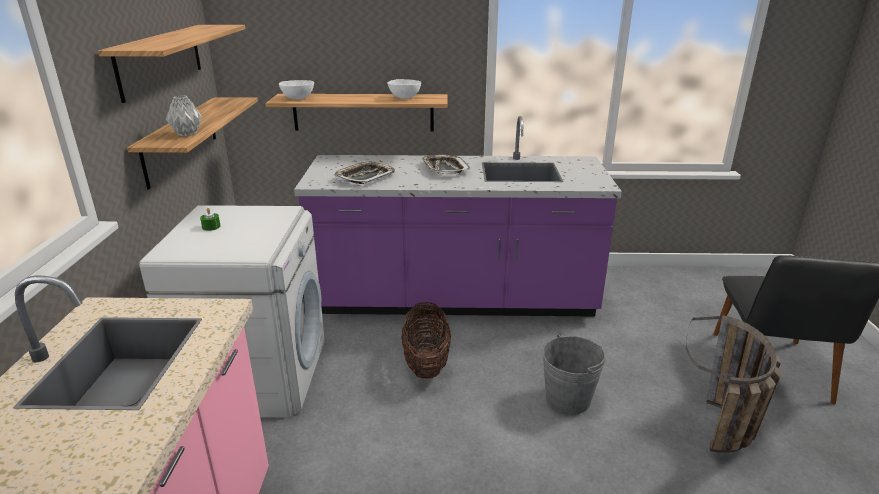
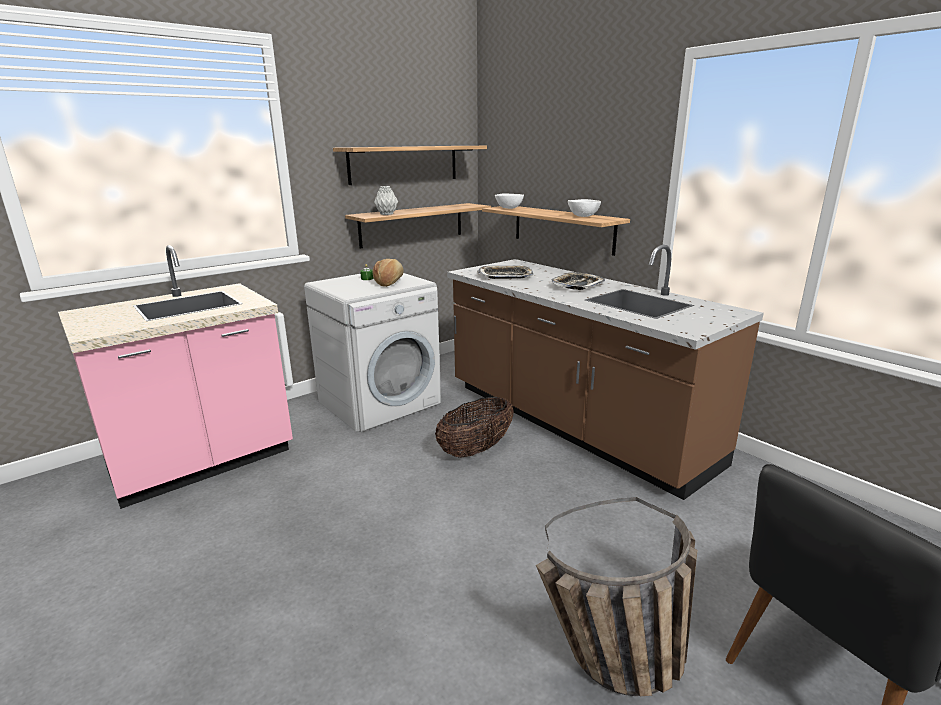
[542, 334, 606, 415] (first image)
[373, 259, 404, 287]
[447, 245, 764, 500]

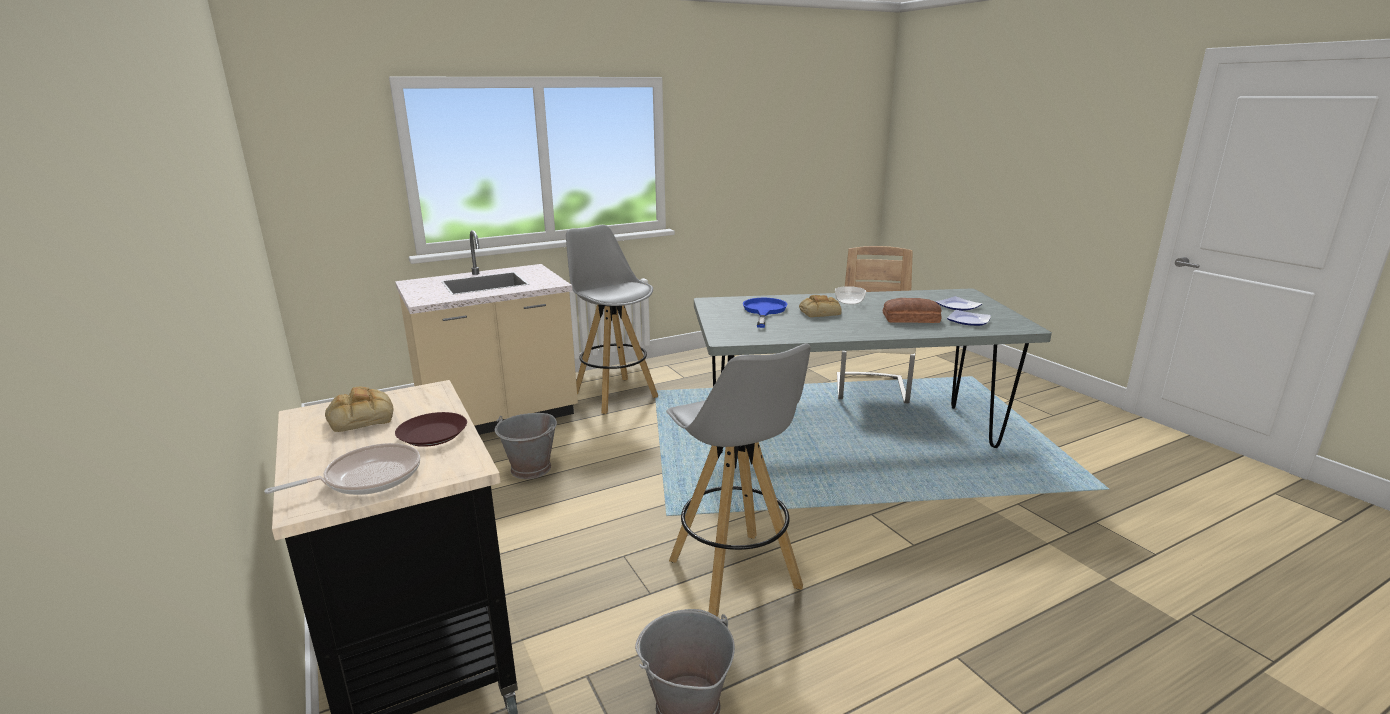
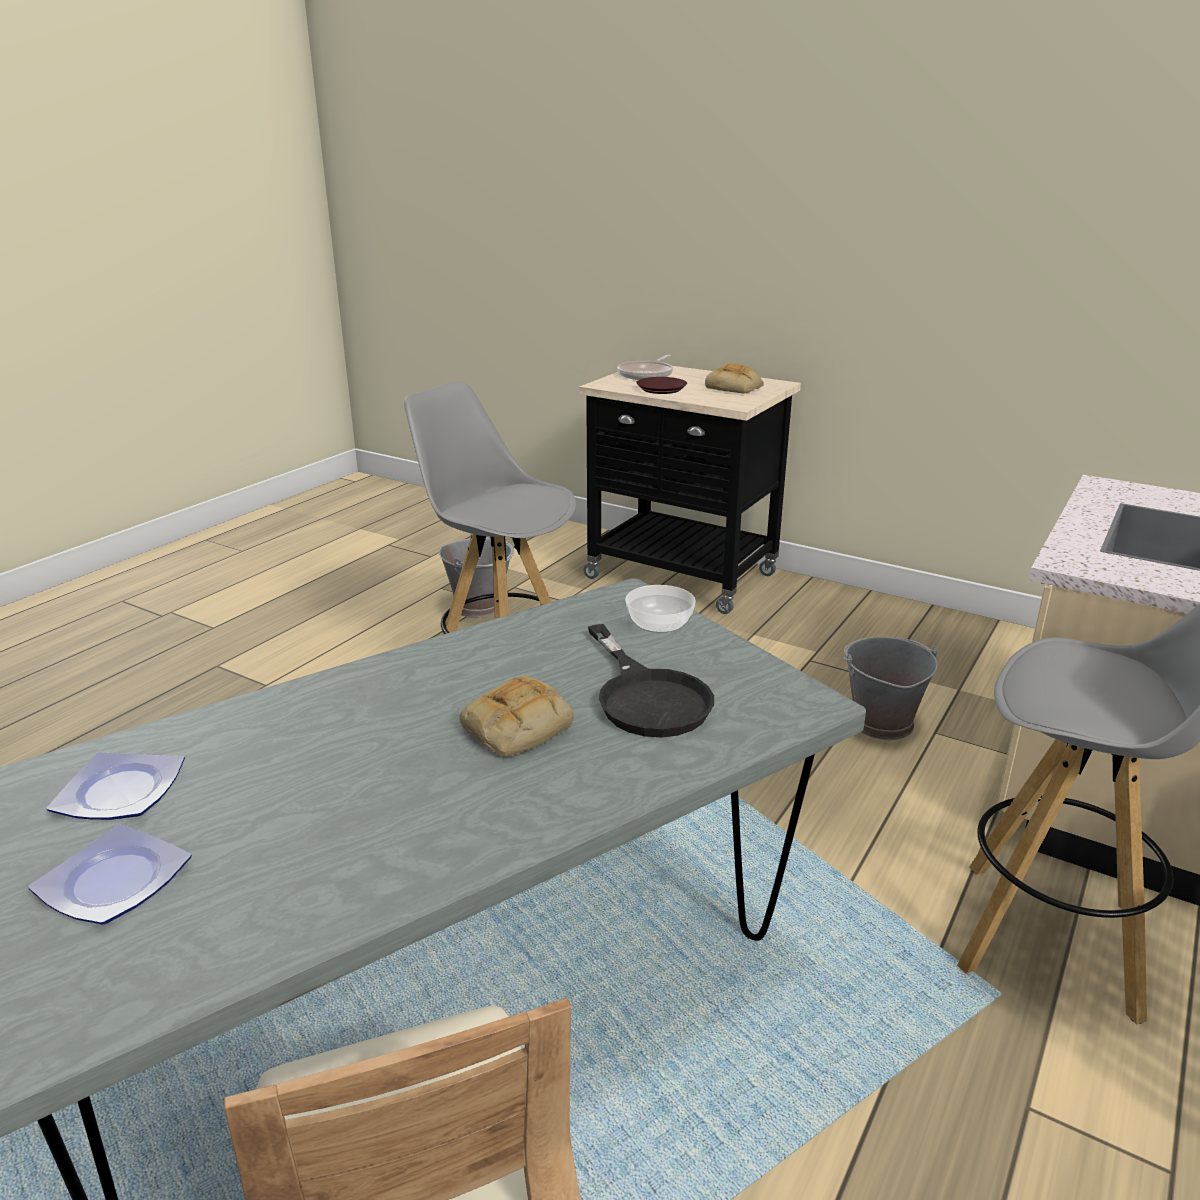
[883, 298, 942, 323] (first image)
[625, 585, 696, 633]
[588, 624, 714, 737]

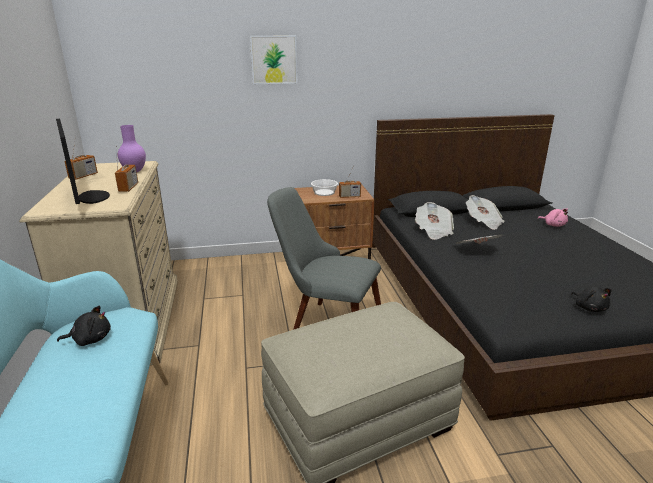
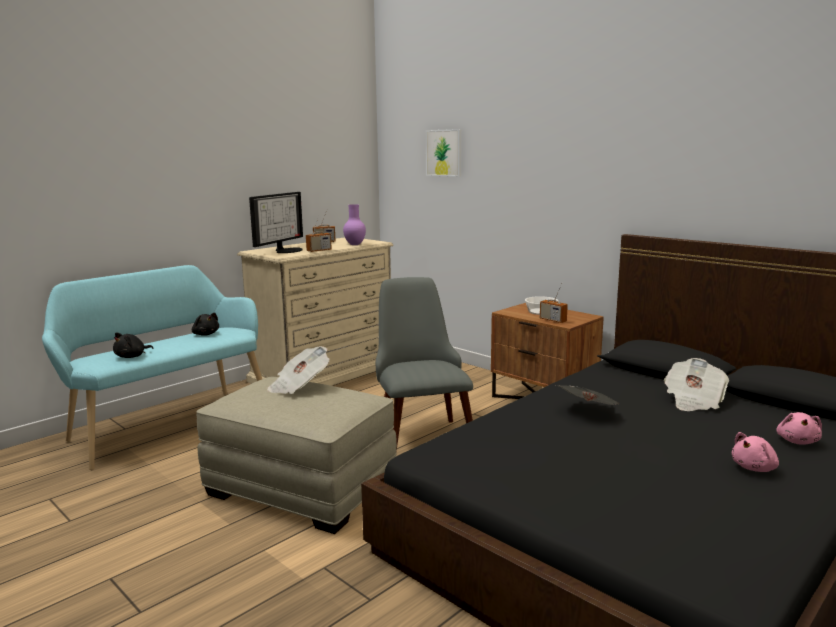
[731, 432, 779, 472]
[426, 129, 461, 177]
[267, 346, 329, 394]
[113, 332, 153, 358]

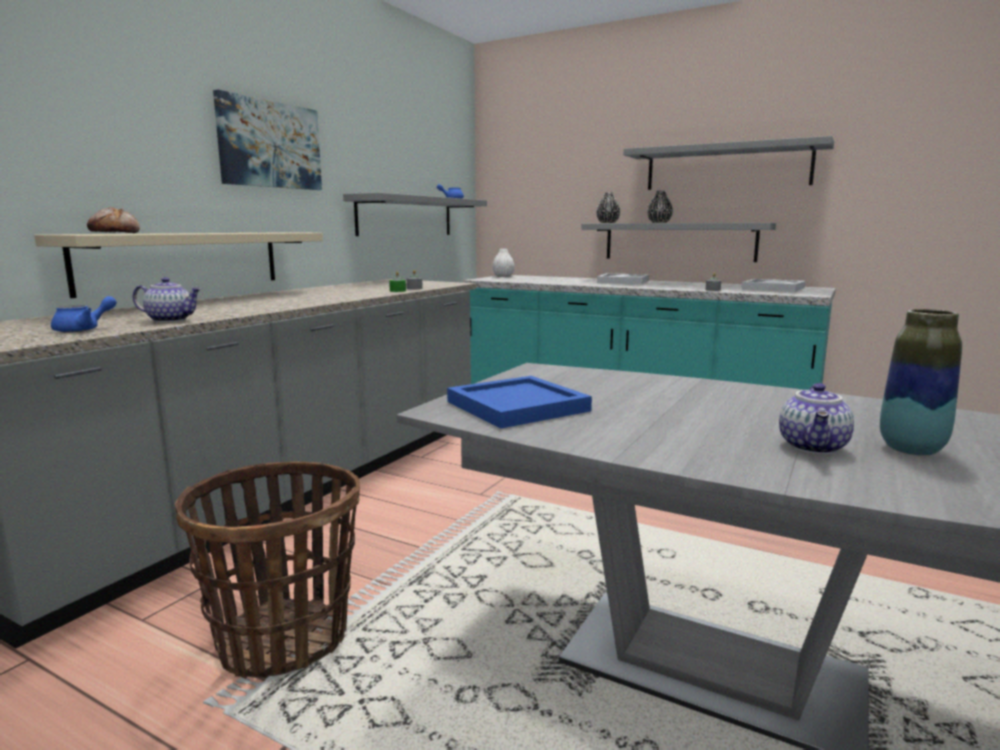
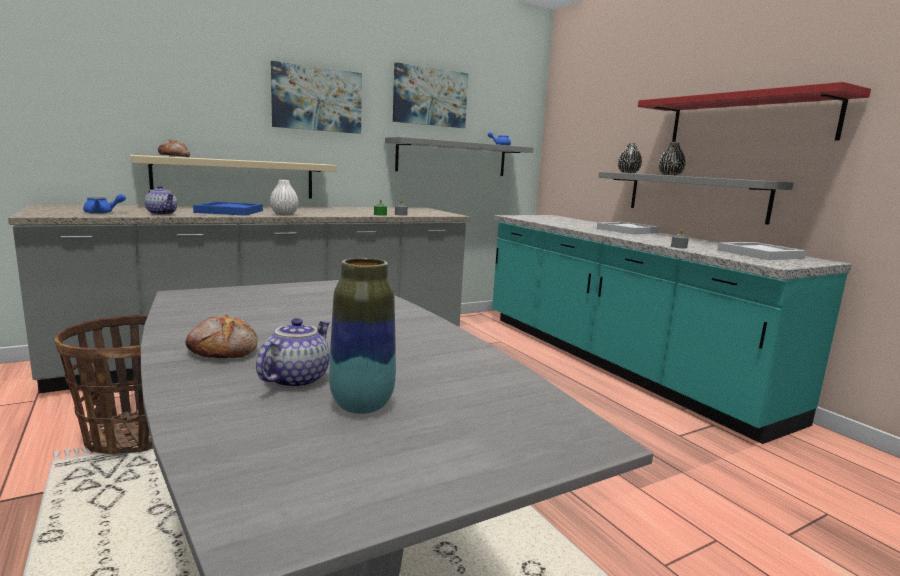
[186, 315, 258, 358]
[393, 62, 468, 128]
[193, 202, 263, 216]
[270, 180, 298, 215]
[638, 82, 871, 142]
[256, 318, 330, 388]

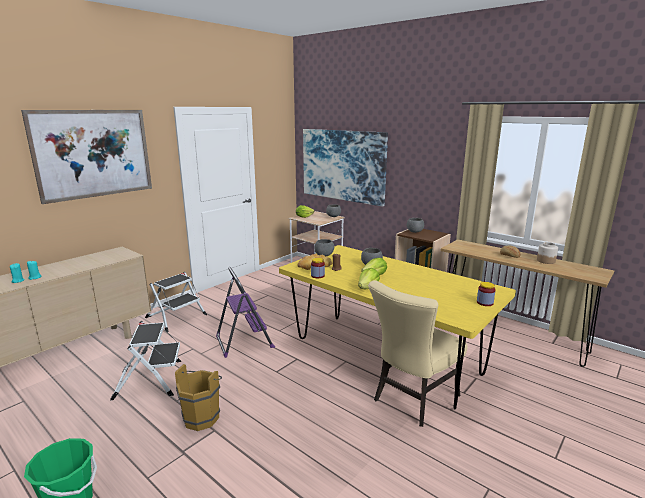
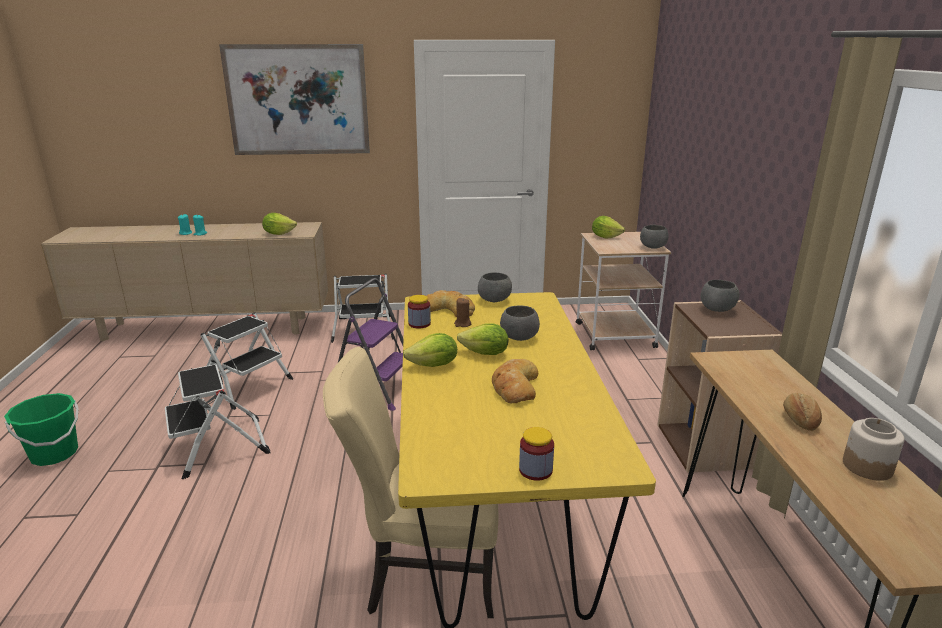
[303, 129, 388, 207] (first image)
[262, 213, 297, 235]
[492, 359, 538, 403]
[165, 360, 271, 479]

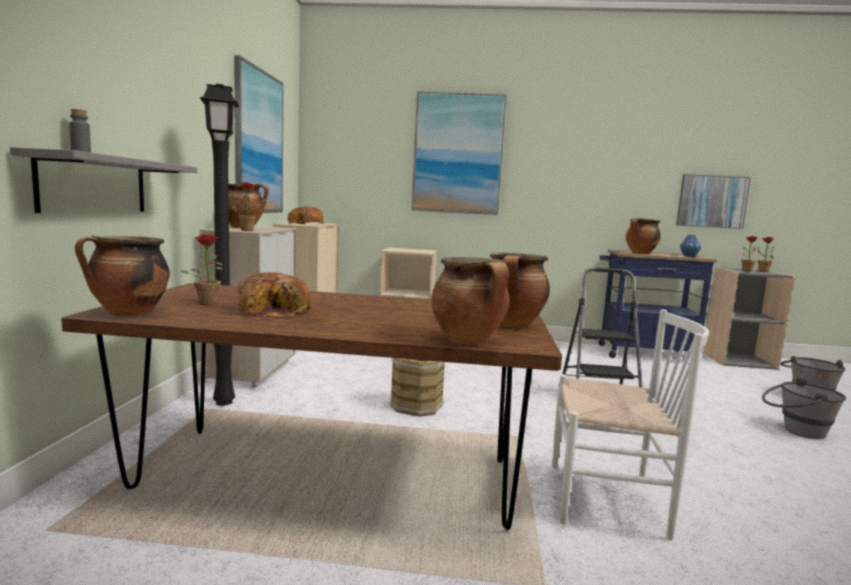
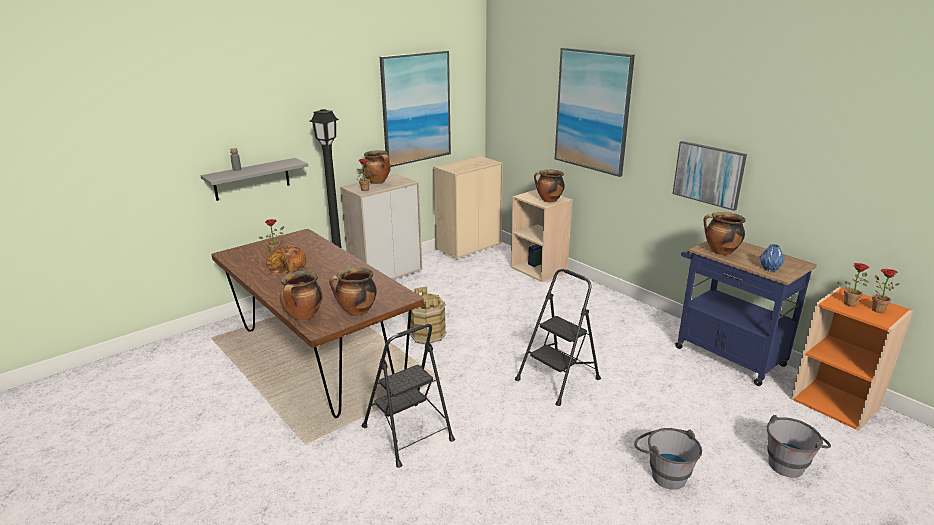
[288, 206, 324, 224] (first image)
[534, 170, 565, 202]
[673, 141, 747, 211]
[362, 324, 455, 468]
[791, 286, 913, 431]

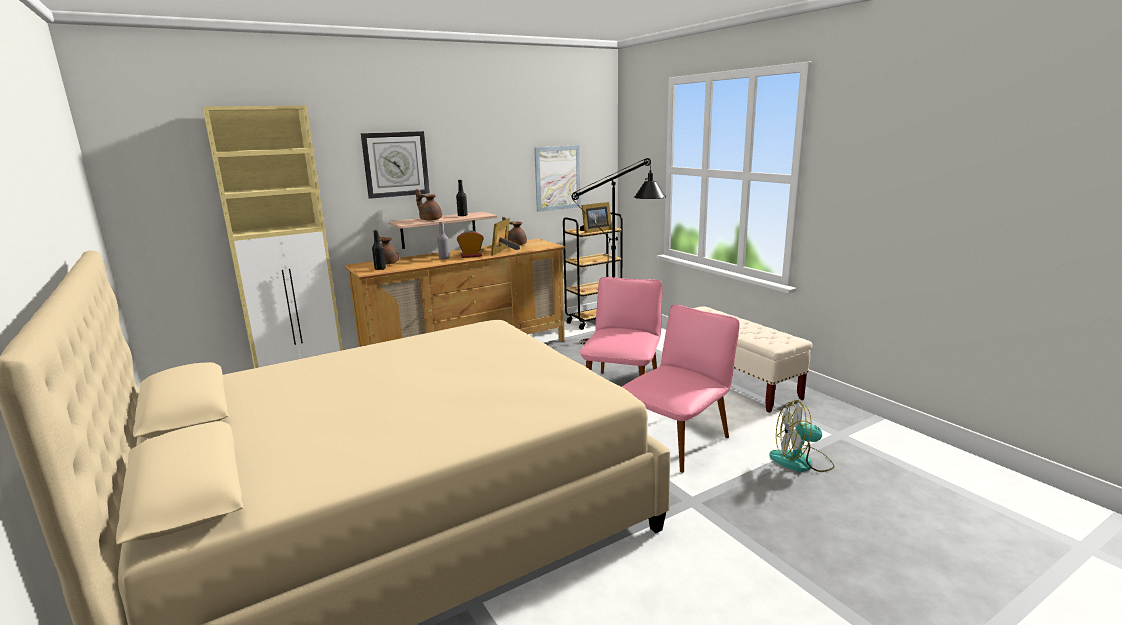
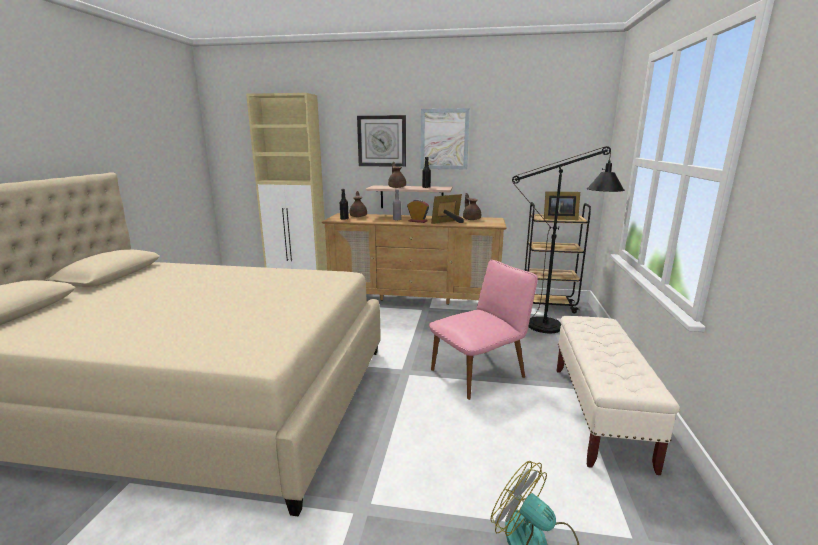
[622, 305, 740, 473] (first image)
[420, 108, 470, 169]

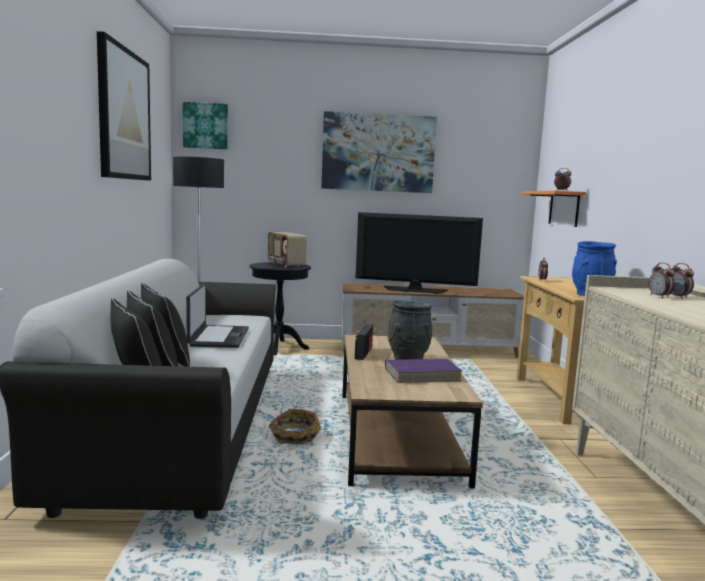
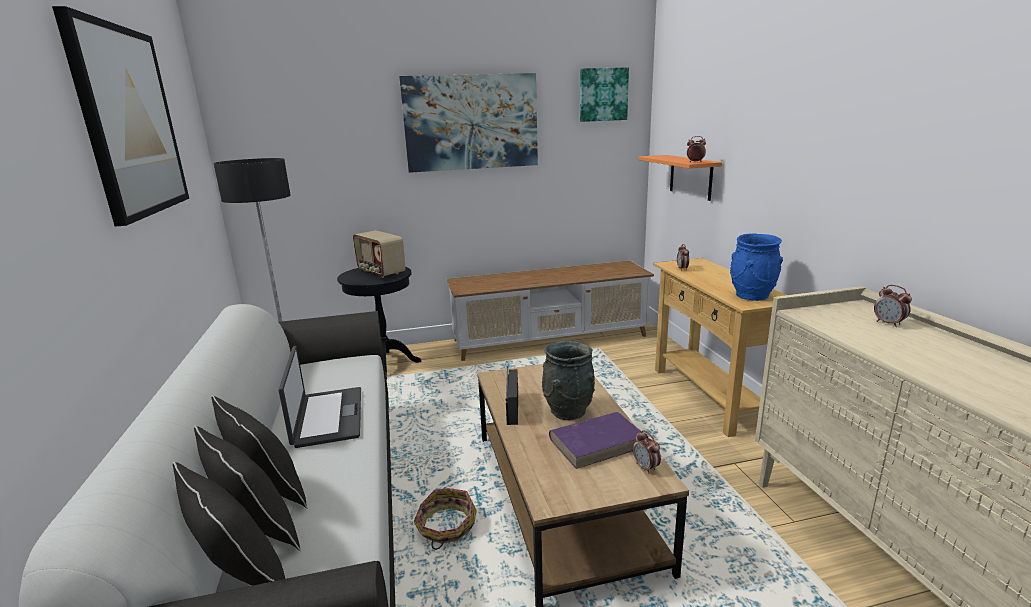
[355, 212, 483, 294] (first image)
[580, 67, 629, 122]
[633, 430, 661, 474]

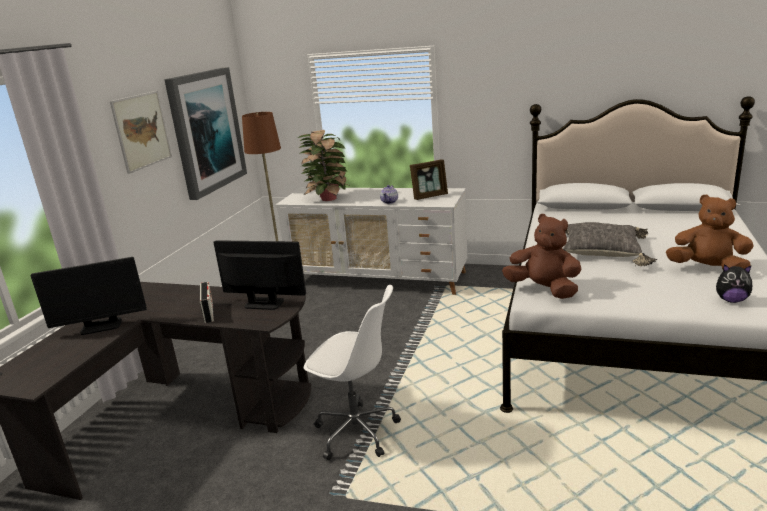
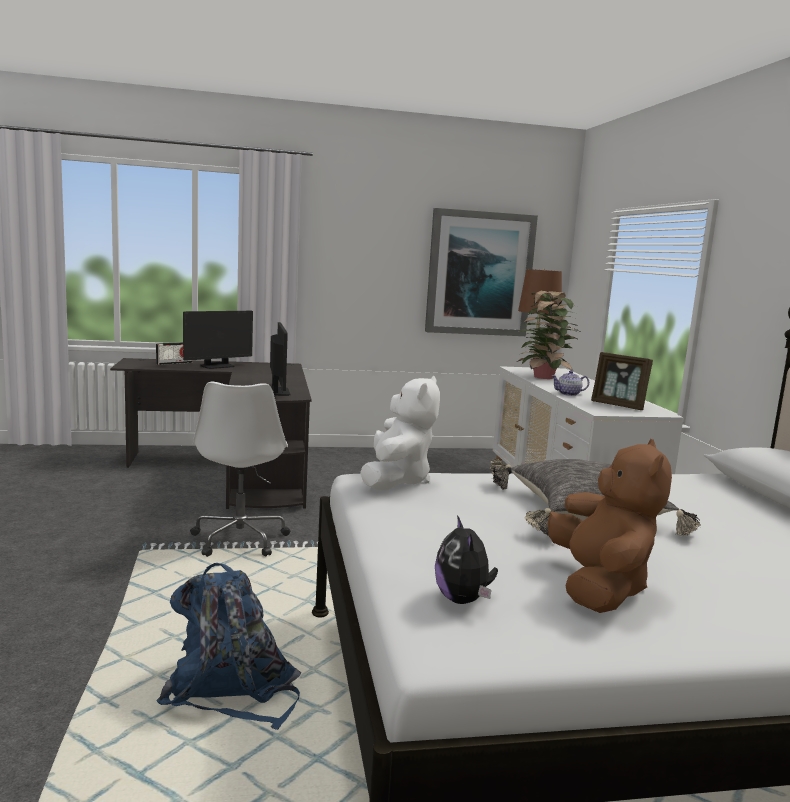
[110, 91, 172, 174] (first image)
[156, 563, 301, 730]
[156, 342, 193, 365]
[360, 376, 440, 491]
[183, 311, 253, 369]

